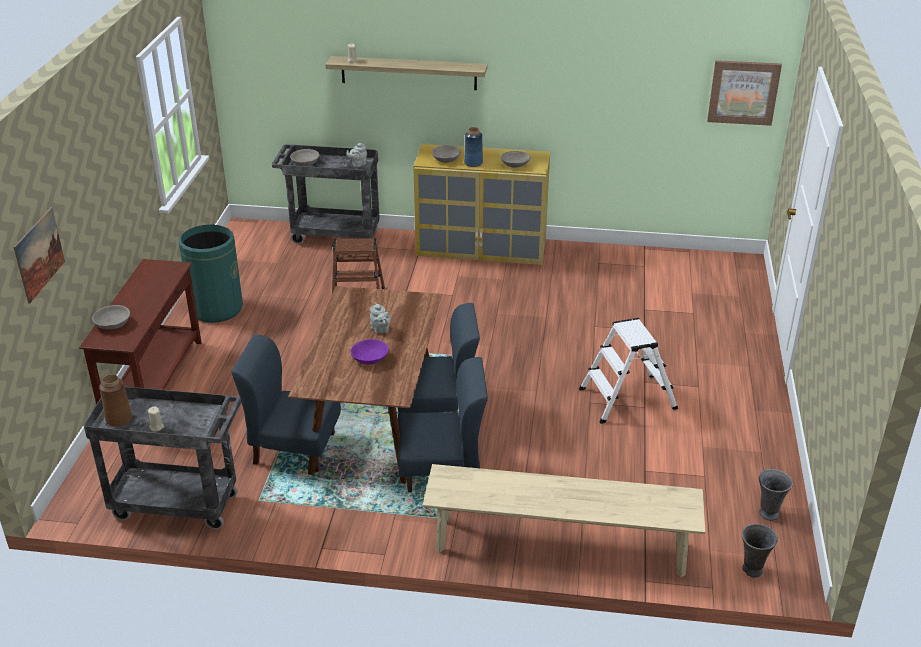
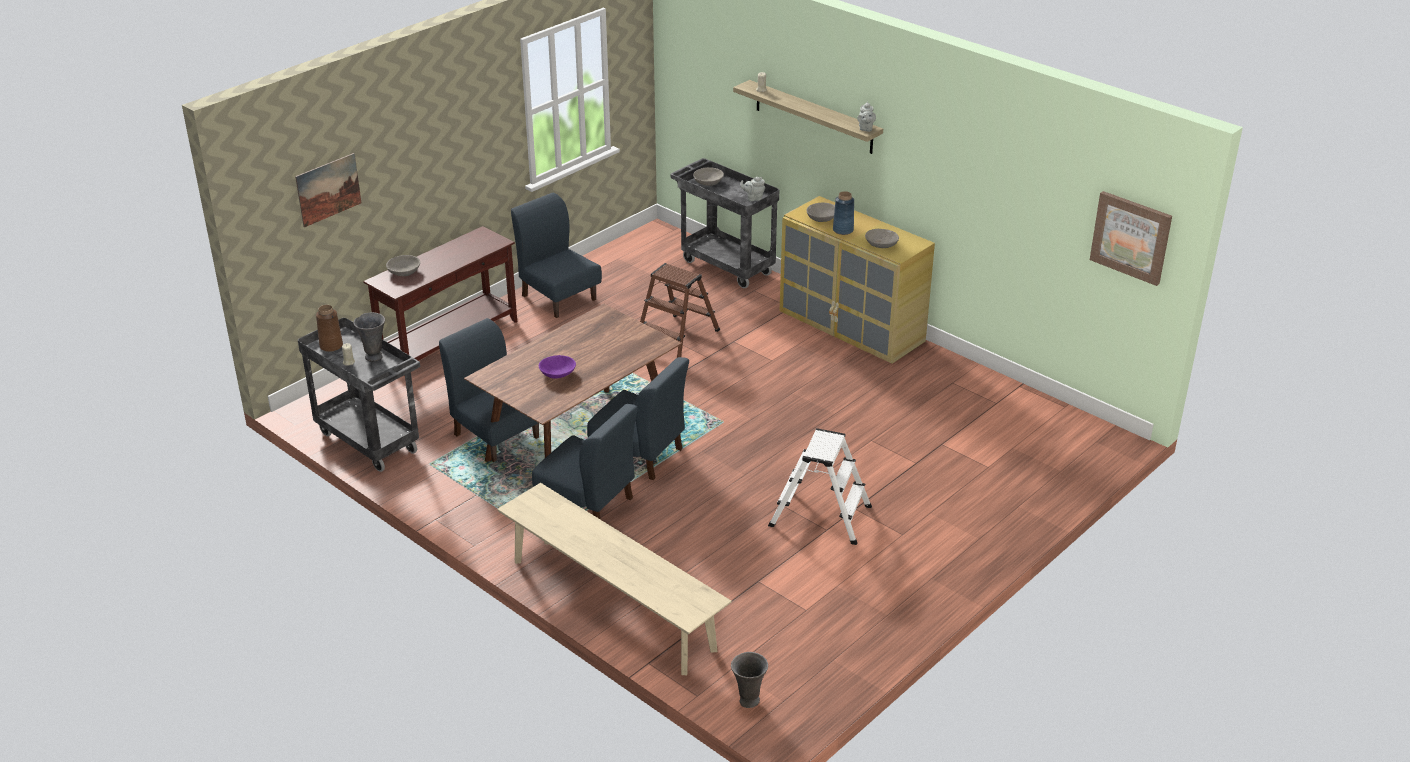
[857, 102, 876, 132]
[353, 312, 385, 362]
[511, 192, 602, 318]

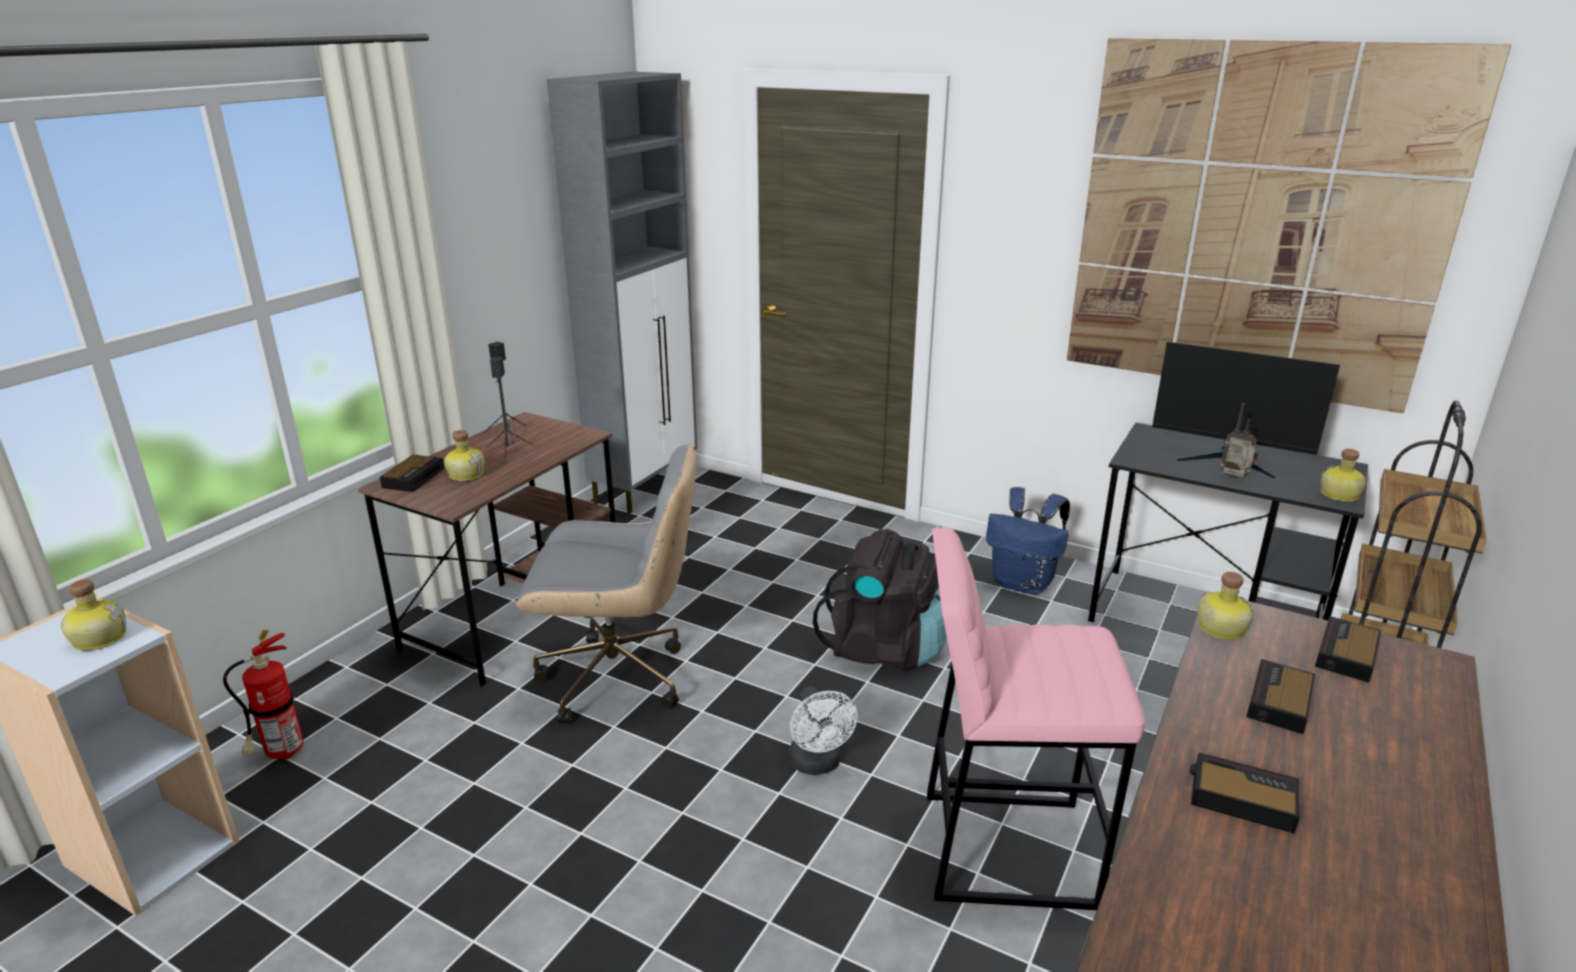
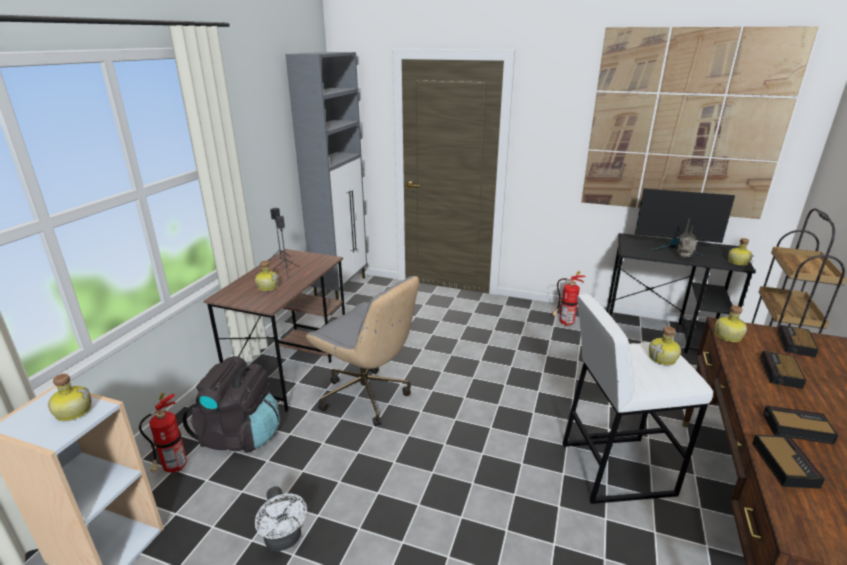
[649, 326, 681, 365]
[752, 435, 825, 489]
[255, 486, 307, 551]
[183, 356, 280, 453]
[552, 271, 586, 326]
[563, 293, 713, 504]
[306, 276, 419, 426]

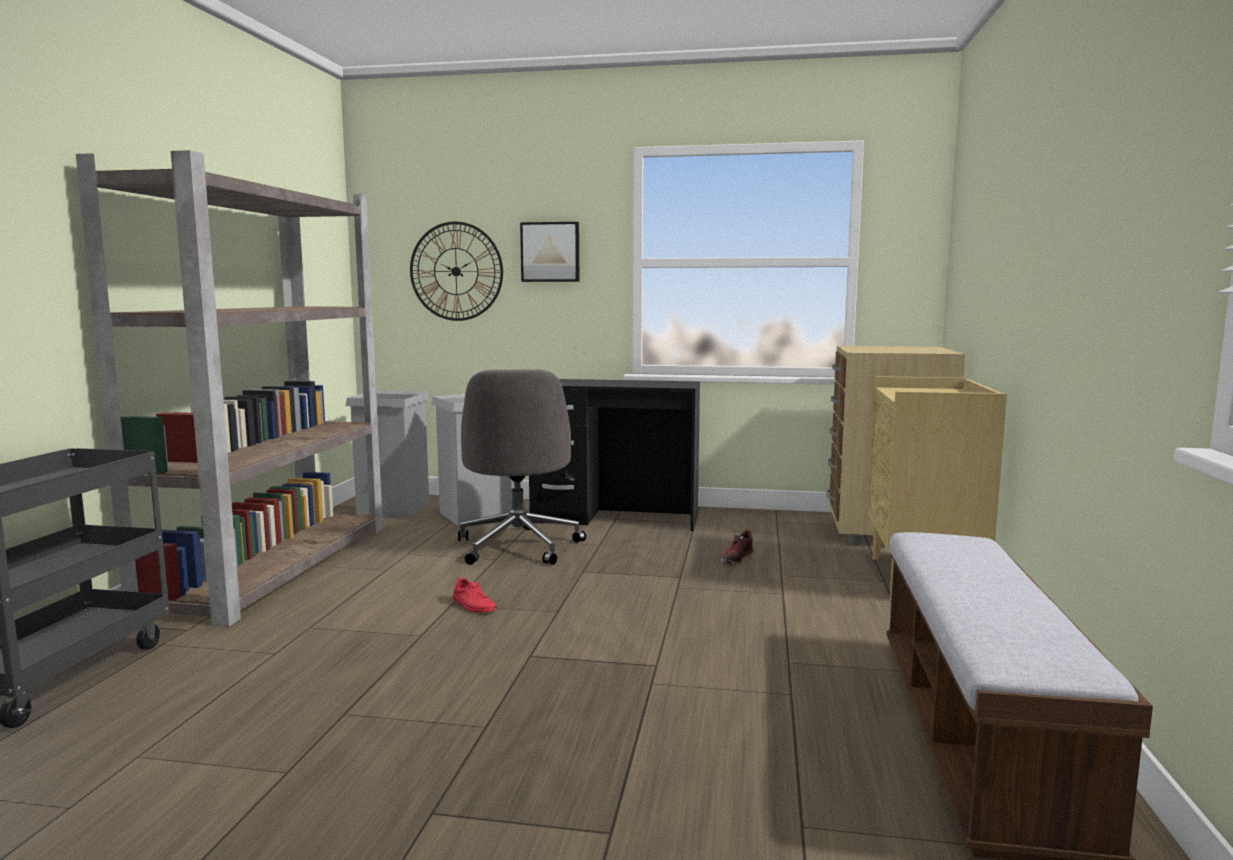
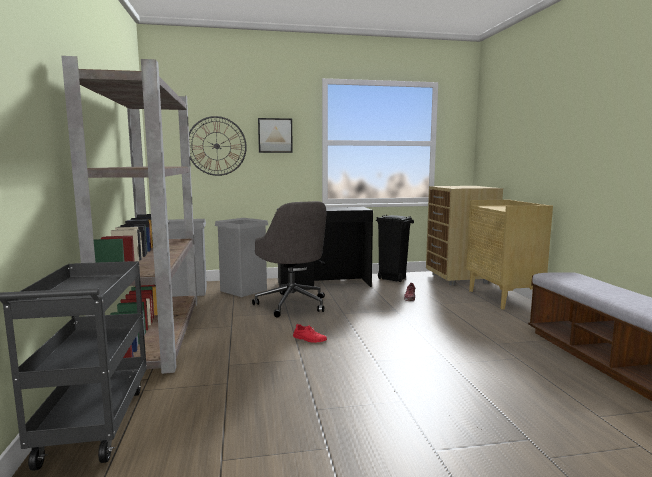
[376, 215, 414, 282]

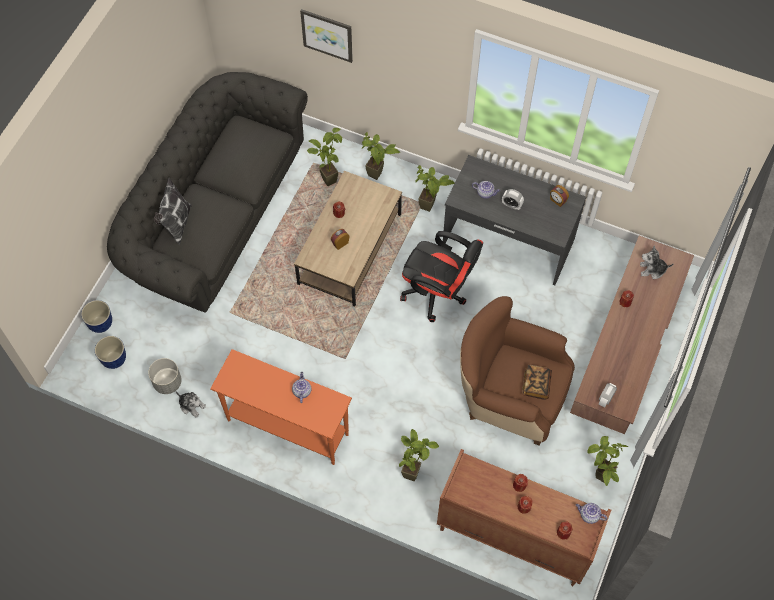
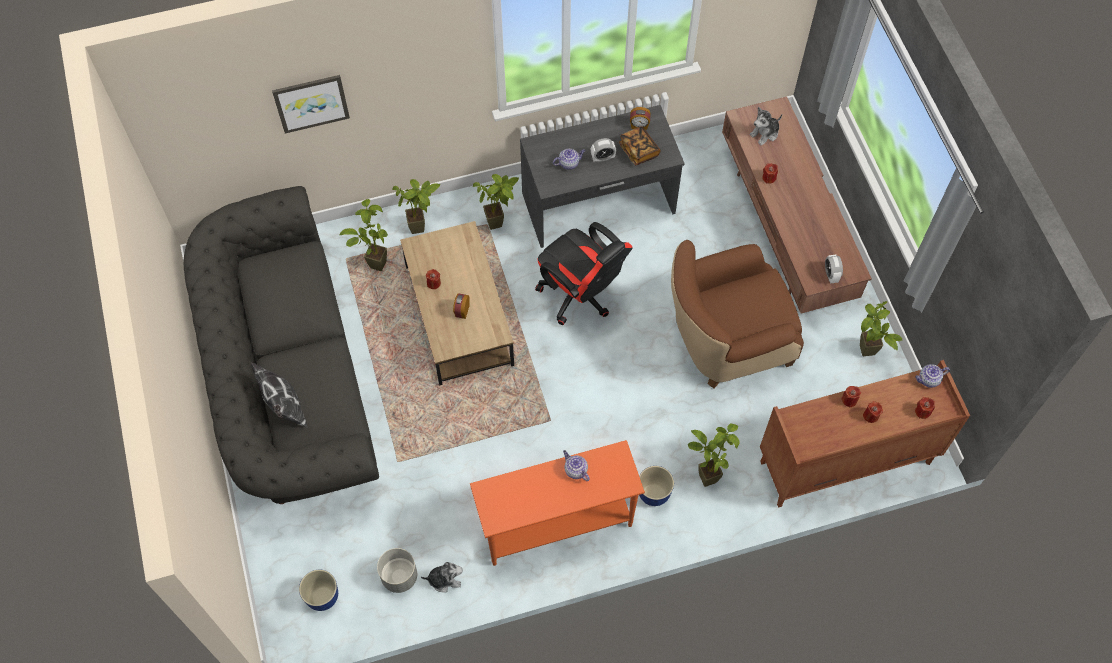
[639, 466, 674, 506]
[619, 126, 661, 165]
[535, 222, 632, 325]

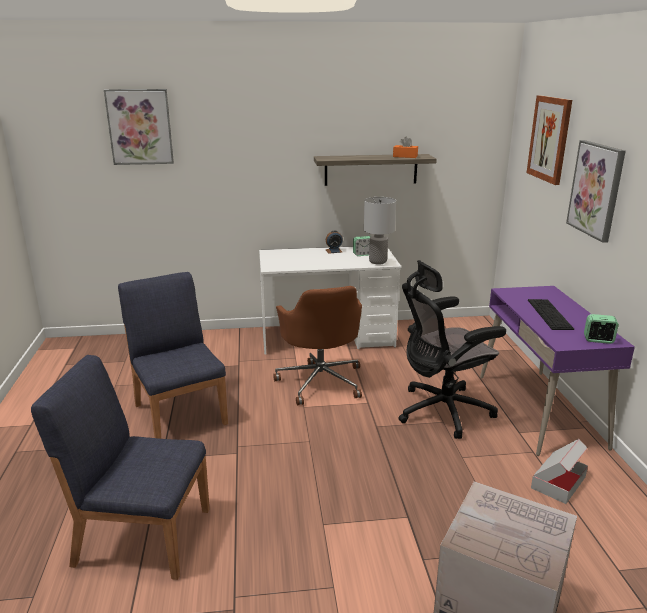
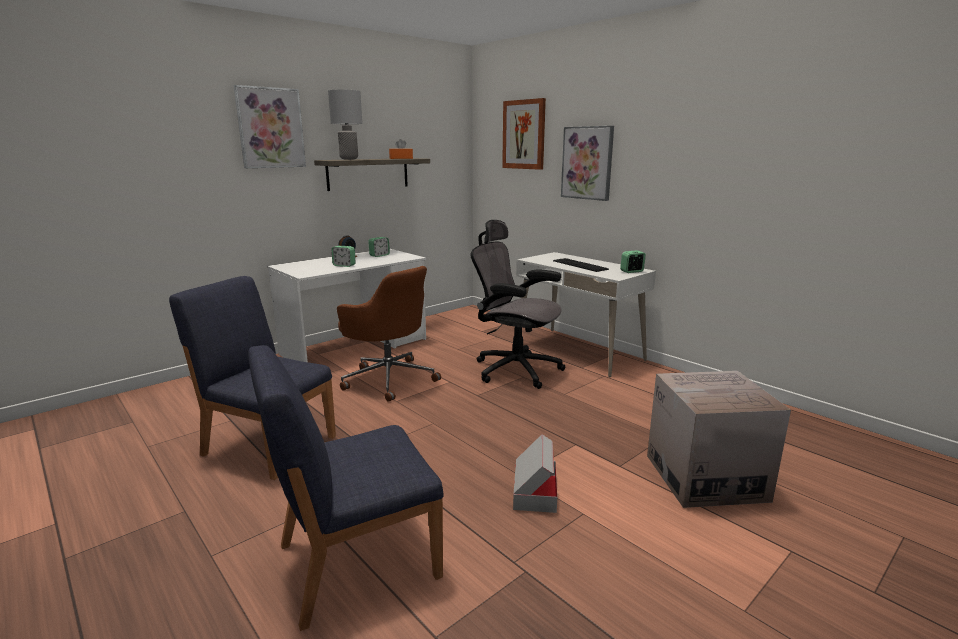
[332, 246, 356, 267]
[233, 85, 306, 168]
[328, 90, 362, 160]
[513, 434, 557, 513]
[516, 252, 656, 377]
[471, 220, 565, 389]

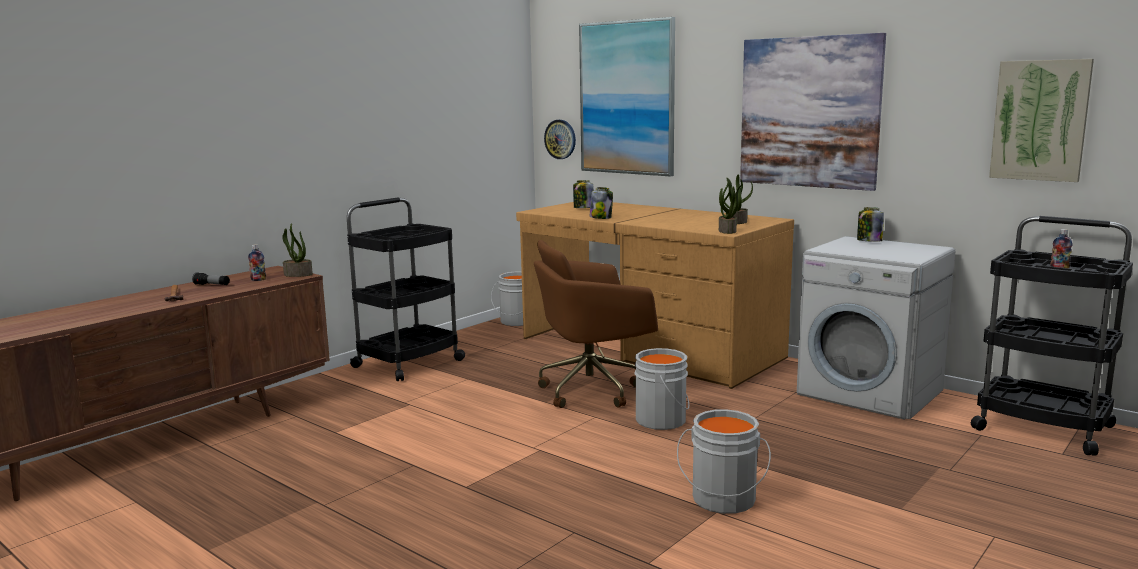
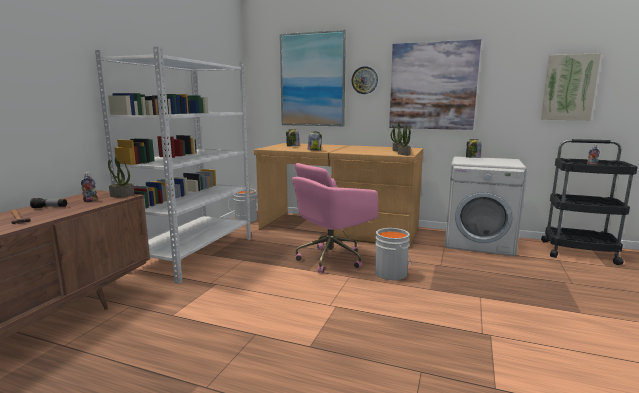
[677, 409, 771, 514] (first image)
[351, 66, 378, 94]
[95, 47, 251, 284]
[292, 163, 378, 273]

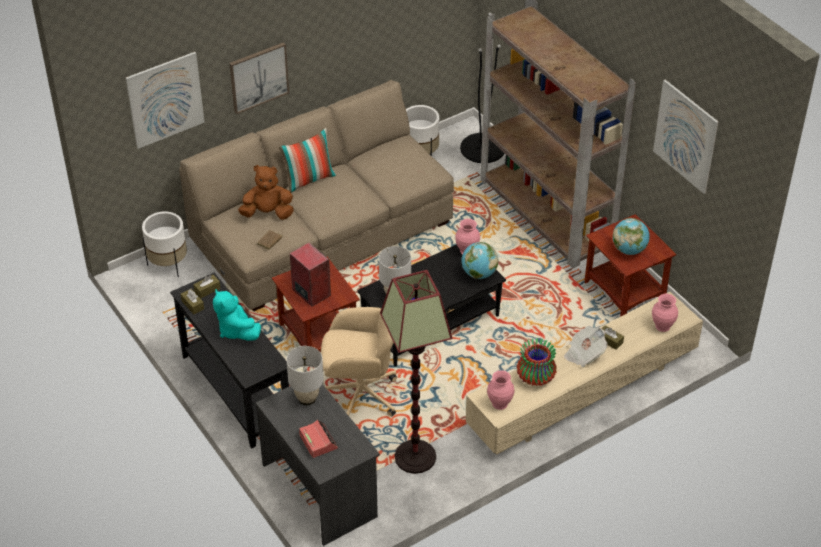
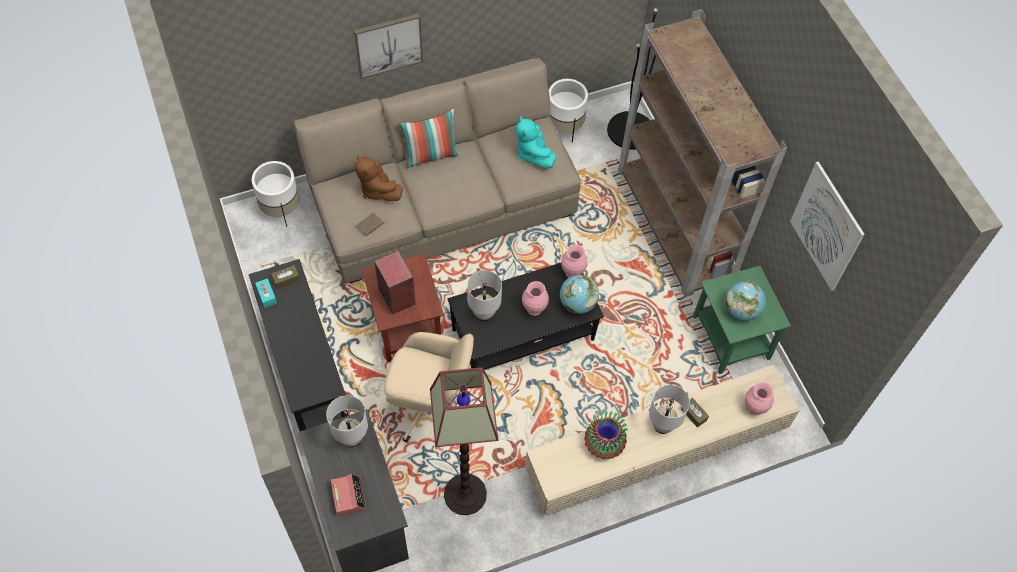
[126, 52, 205, 149] (first image)
[516, 116, 556, 168]
[522, 281, 549, 316]
[649, 385, 690, 434]
[255, 278, 277, 308]
[693, 266, 791, 374]
[355, 155, 403, 201]

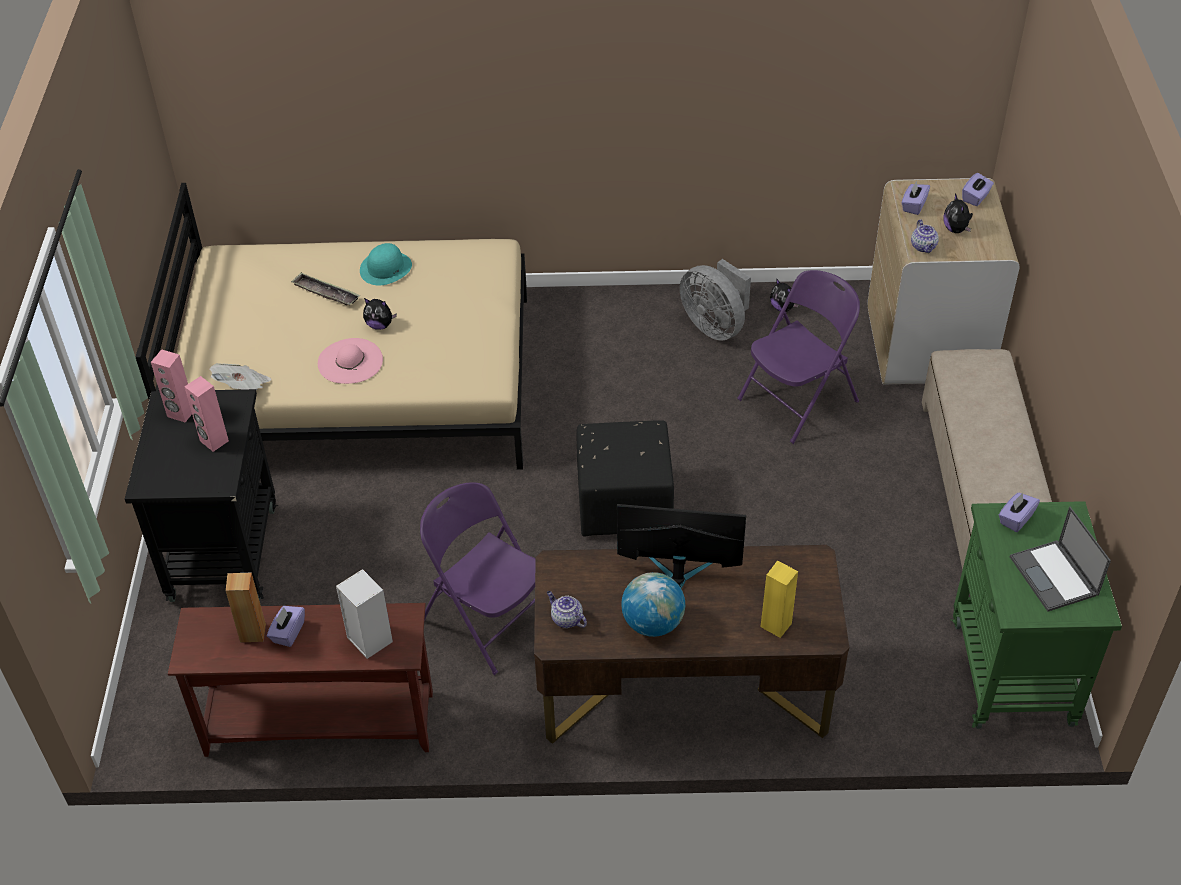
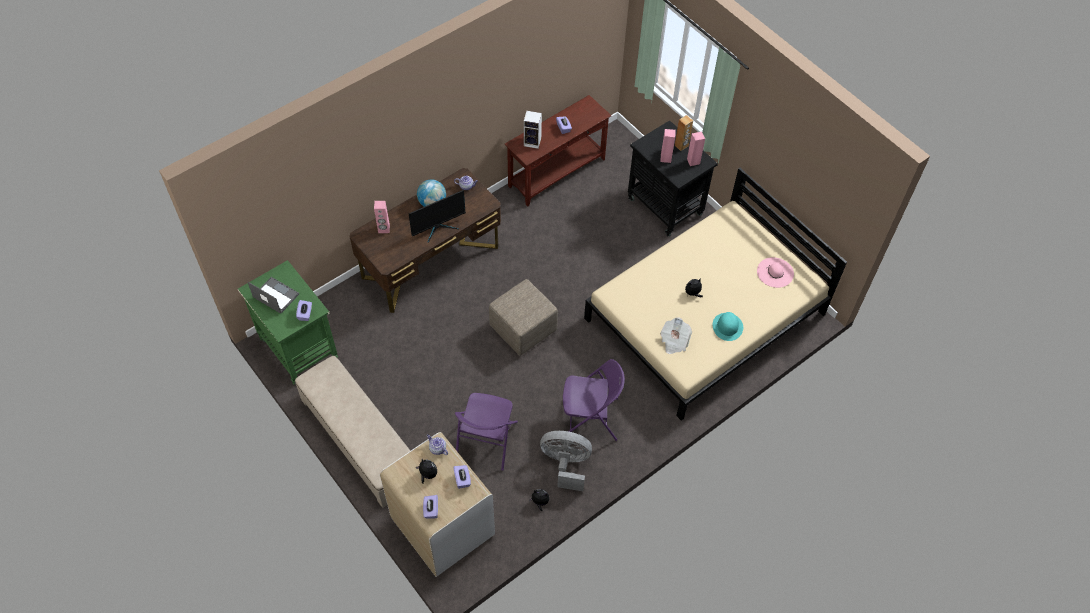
[291, 273, 360, 305] (first image)
[660, 317, 692, 354]
[674, 115, 693, 151]
[757, 257, 794, 288]
[563, 359, 625, 441]
[489, 279, 558, 356]
[374, 201, 390, 233]

